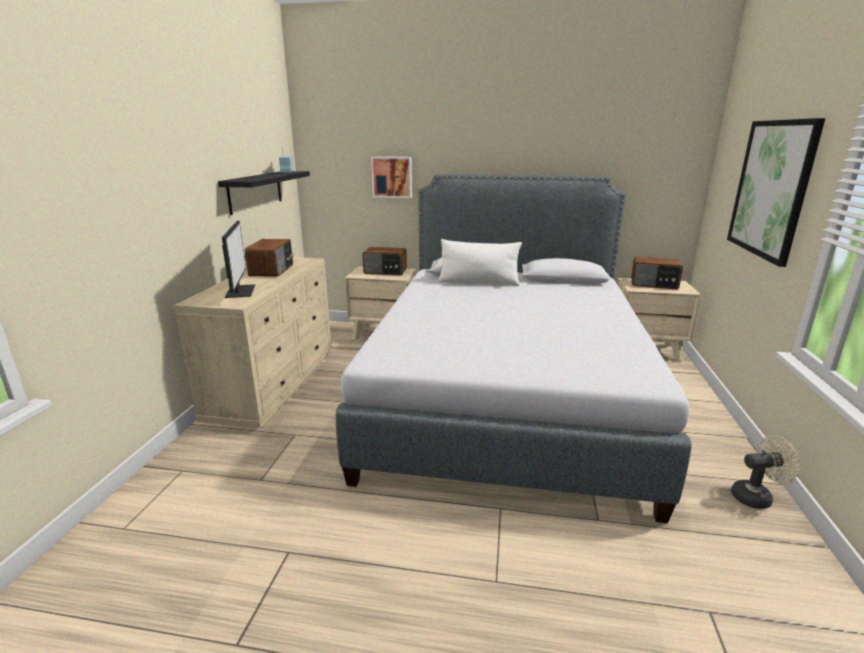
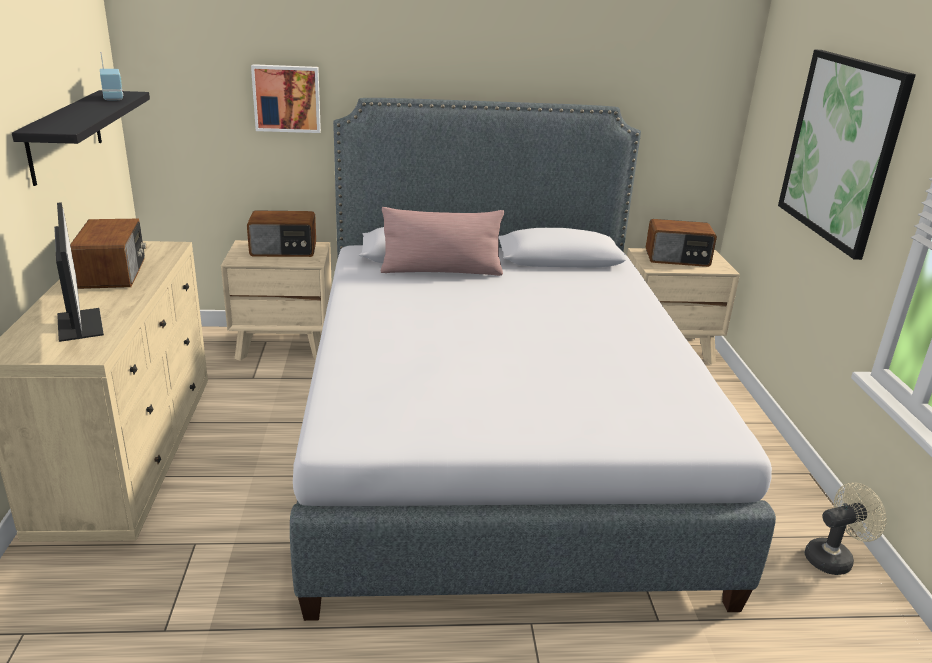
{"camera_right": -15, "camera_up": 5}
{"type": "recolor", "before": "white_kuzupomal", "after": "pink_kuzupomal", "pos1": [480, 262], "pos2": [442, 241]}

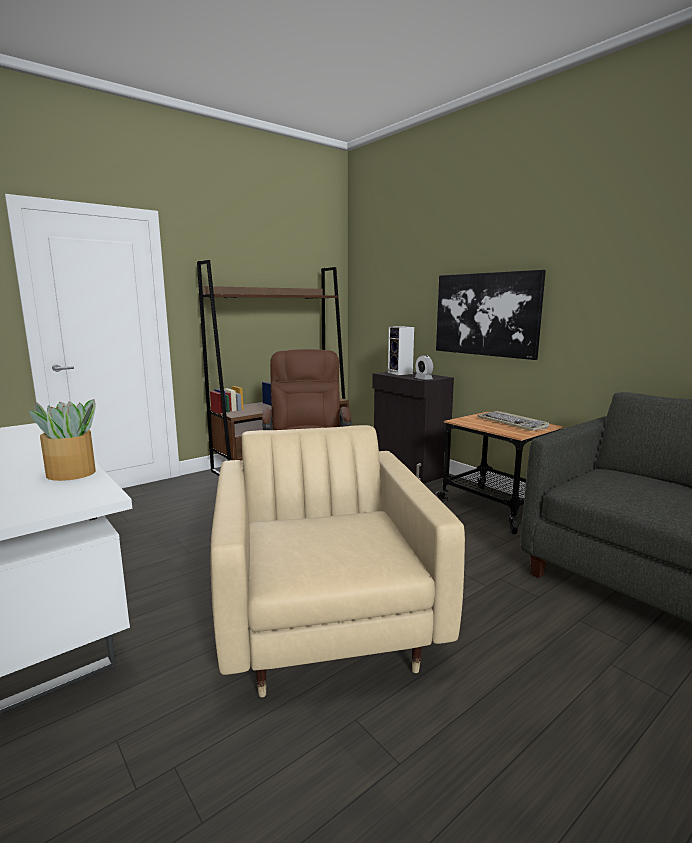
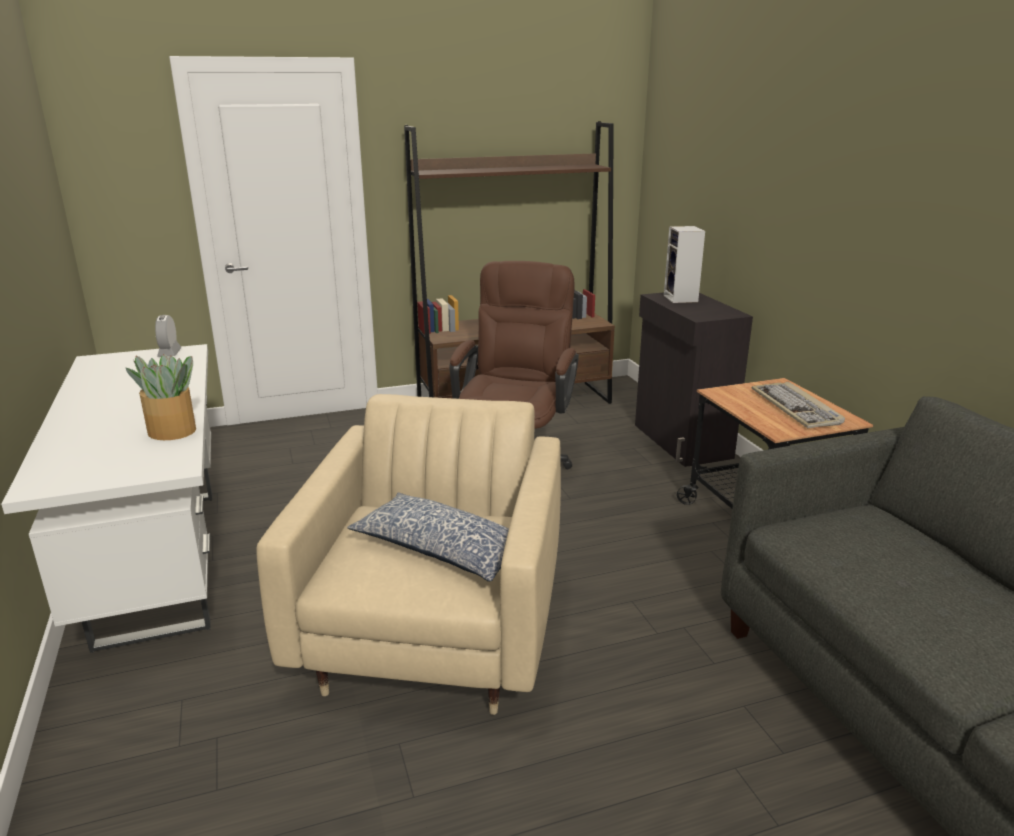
{"camera_right": 20, "camera_up": 10}
{"type": "delete", "before": "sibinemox", "pos1": [491, 315]}
{"type": "move", "before": "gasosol", "pos1": [424, 367], "pos2": [168, 336]}
{"type": "insert", "after": "kuzupomal", "pos2": [428, 536]}

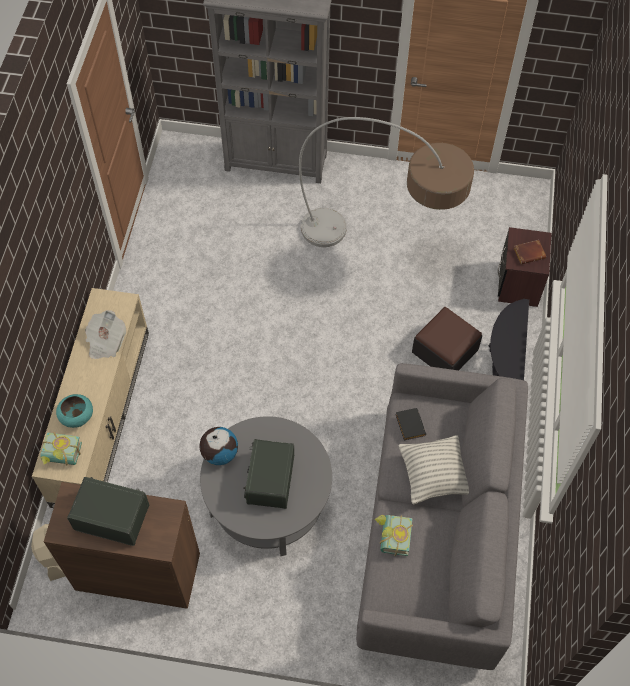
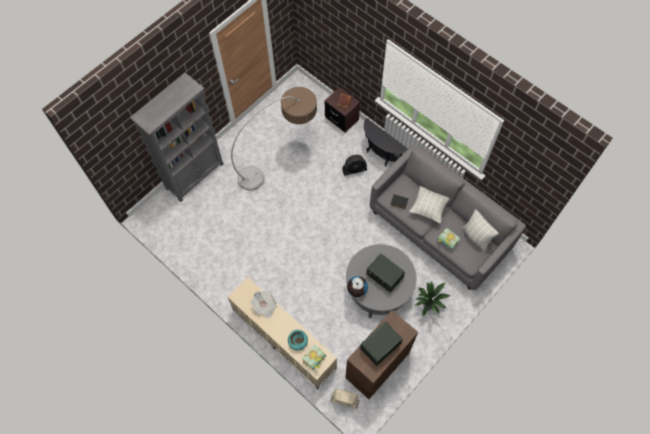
{"camera_right": -55, "camera_up": 5}
{"type": "replace", "before": "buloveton", "after": "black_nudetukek", "pos1": [447, 338], "pos2": [354, 165]}
{"type": "insert", "after": "kuzupomal", "pos2": [480, 230]}
{"type": "insert", "after": "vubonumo", "pos2": [433, 299]}

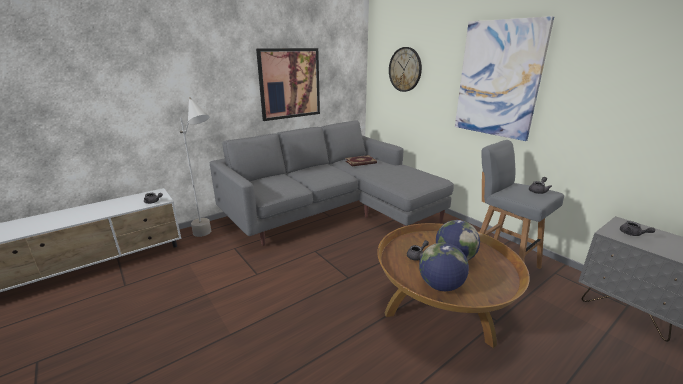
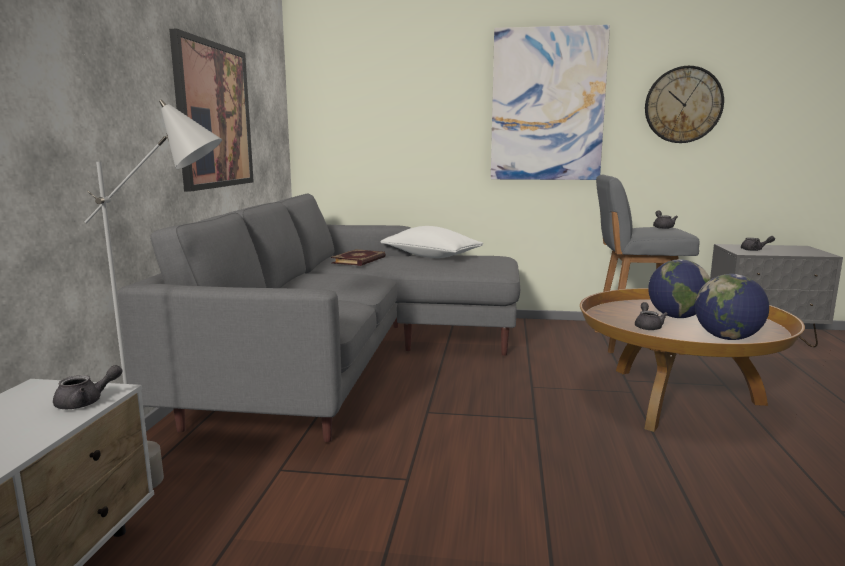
{"camera_right": -45, "camera_up": -10}
{"type": "move", "before": "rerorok", "pos1": [405, 69], "pos2": [684, 104]}
{"type": "insert", "after": "white_kuzupomal", "pos2": [431, 242]}

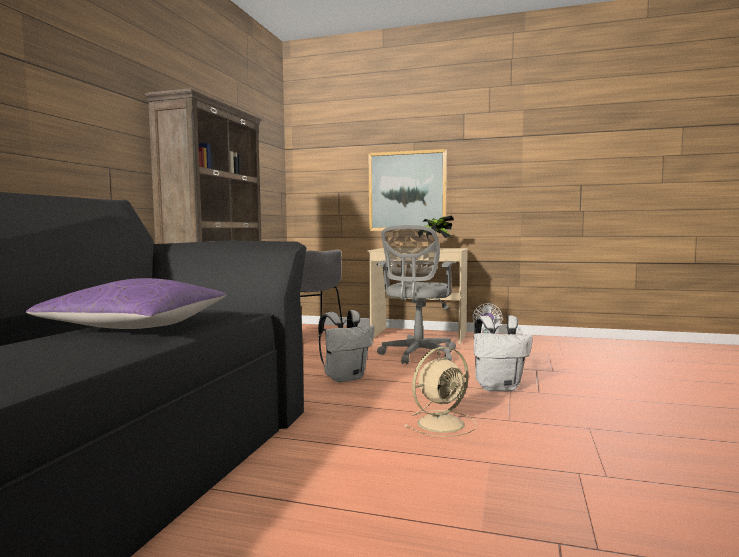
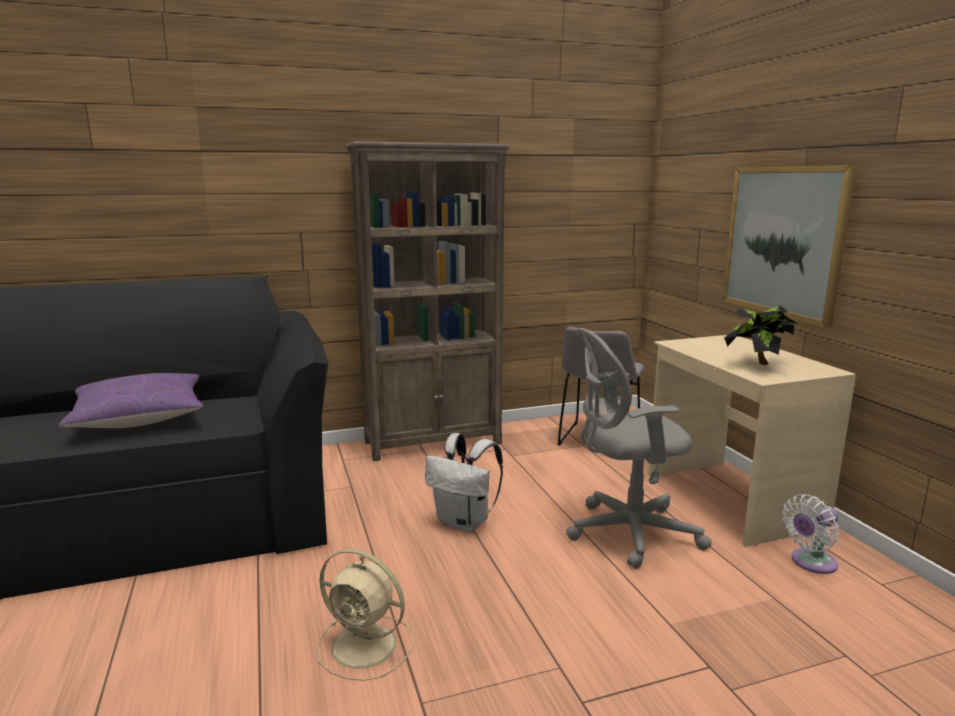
{"camera_right": 55, "camera_up": 10}
{"type": "delete", "before": "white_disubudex", "pos1": [503, 353]}

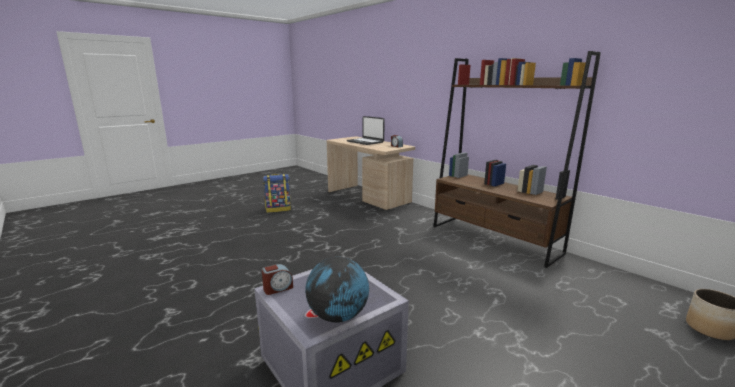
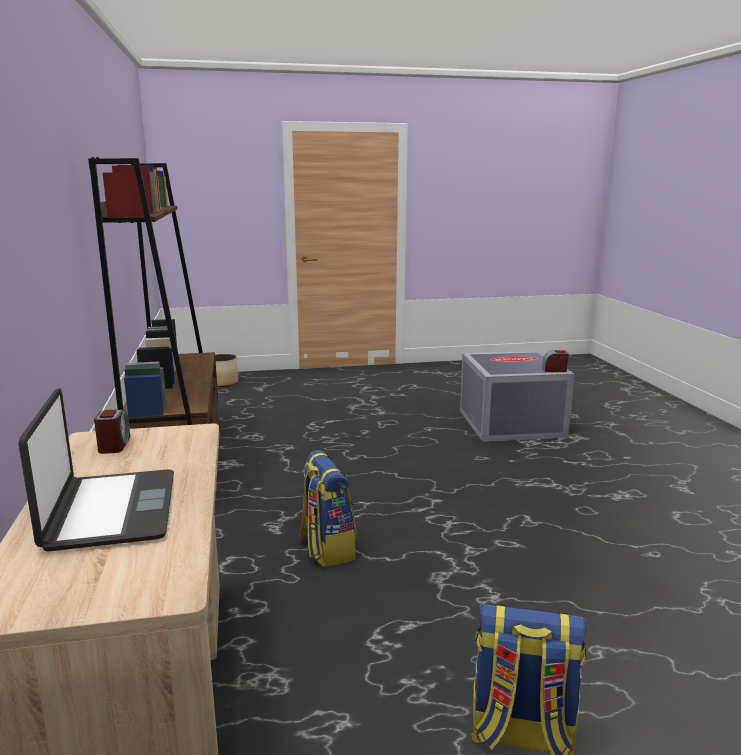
{"camera_right": -150, "camera_up": 0}
{"type": "delete", "before": "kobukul", "pos1": [337, 290]}
{"type": "insert", "after": "disubudex", "pos2": [328, 508]}

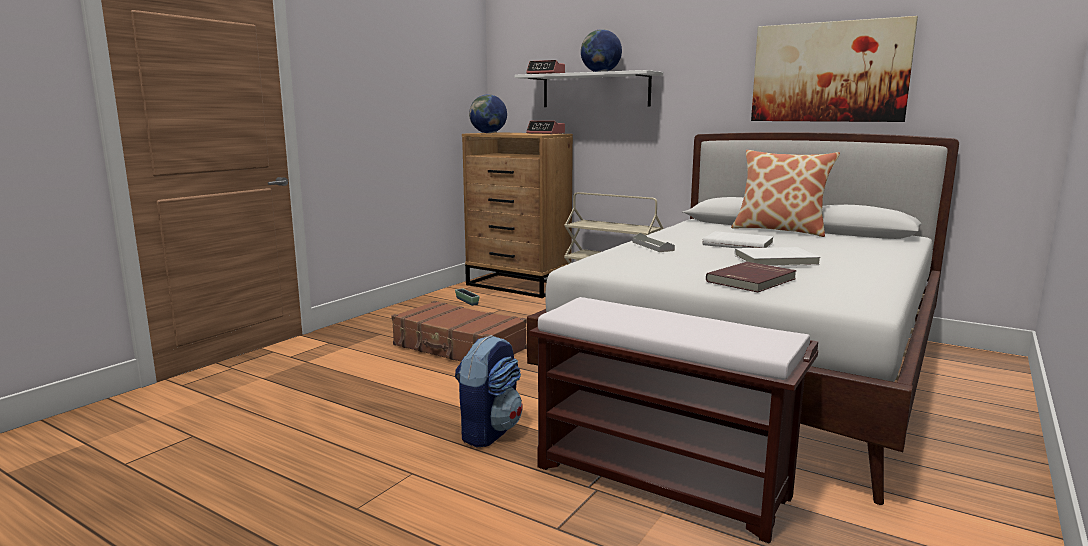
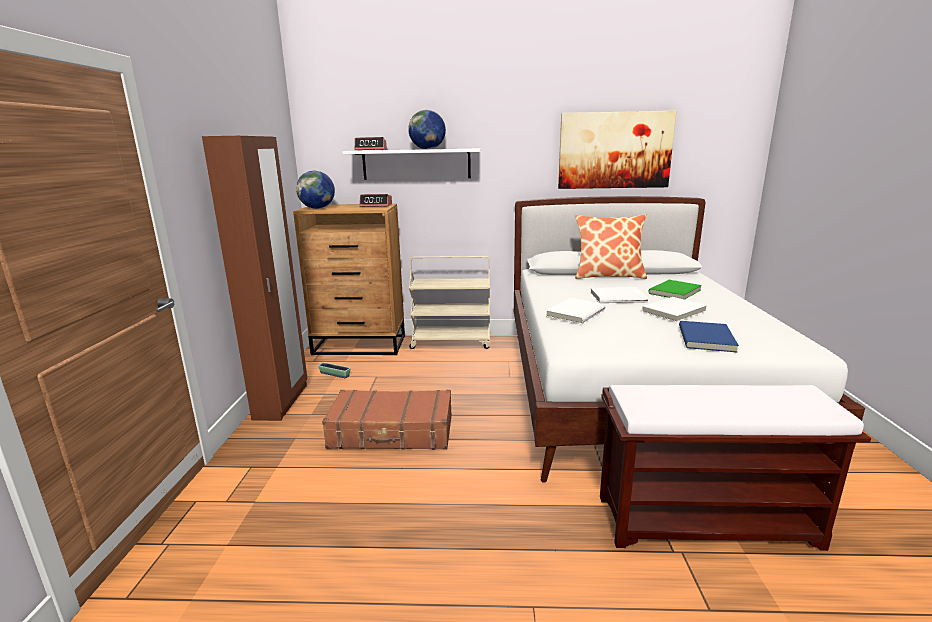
{"camera_right": -30, "camera_up": 5}
{"type": "replace", "before": "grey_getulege", "after": "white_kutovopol", "pos1": [654, 242], "pos2": [575, 311]}
{"type": "recolor", "before": "red_kutovopol", "after": "blue_kutovopol", "pos1": [751, 277], "pos2": [709, 336]}
{"type": "delete", "before": "disubudex", "pos1": [488, 391]}
{"type": "insert", "after": "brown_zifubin", "pos2": [255, 278]}
{"type": "insert", "after": "green_kutovopol", "pos2": [675, 290]}

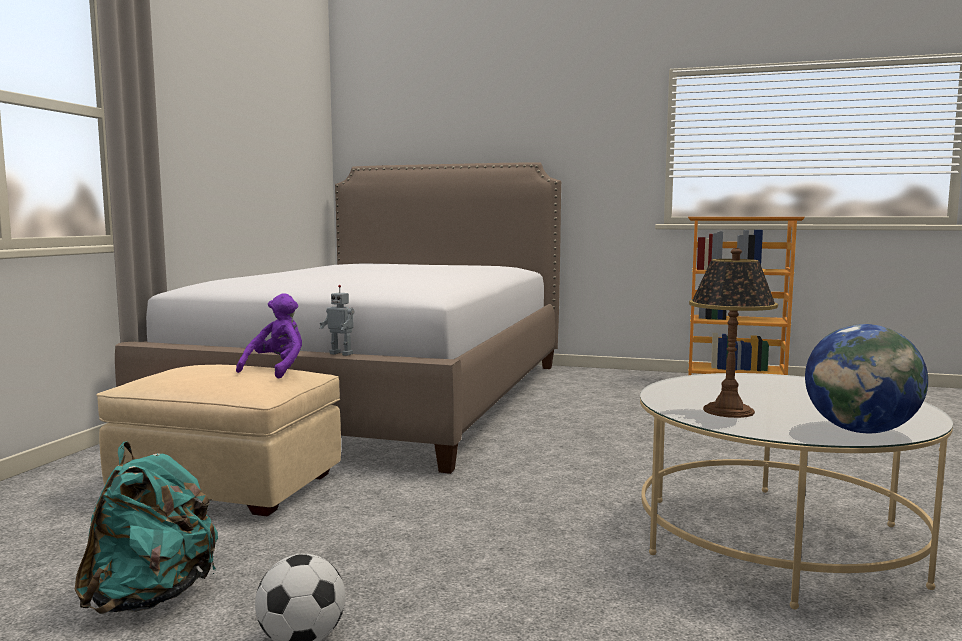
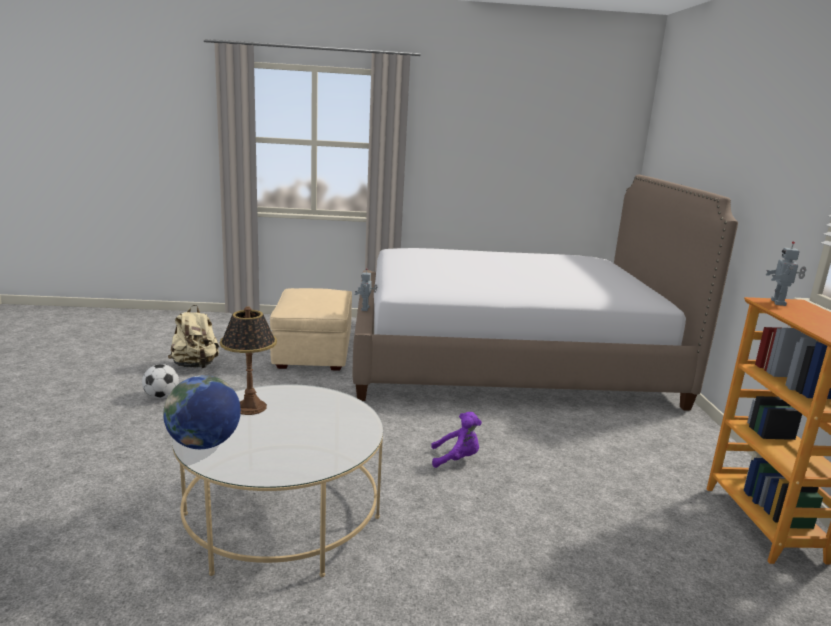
{"camera_right": 70, "camera_up": 10}
{"type": "move", "before": "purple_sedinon", "pos1": [269, 336], "pos2": [456, 440]}
{"type": "recolor", "before": "turquoise_disubudex", "after": "beige_disubudex", "pos1": [146, 527], "pos2": [193, 337]}
{"type": "insert", "after": "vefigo", "pos2": [785, 273]}

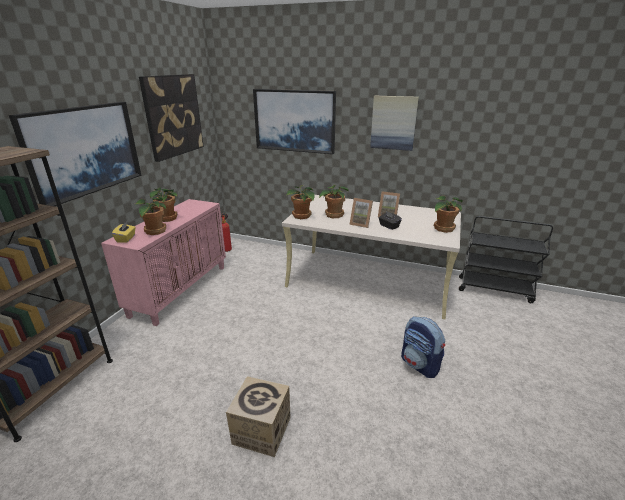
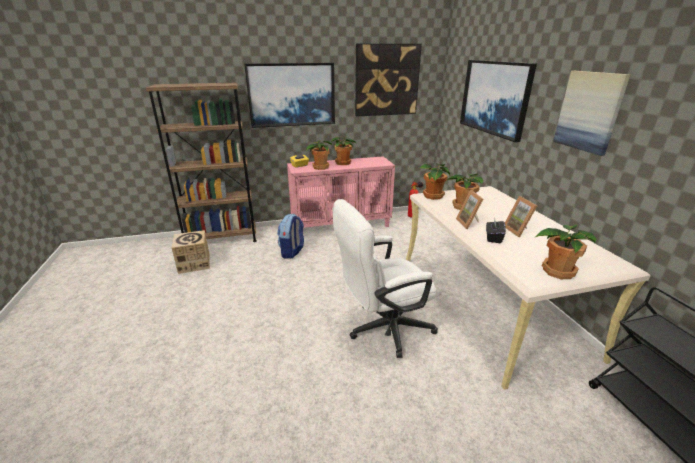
{"camera_right": 55, "camera_up": 0}
{"type": "move", "before": "disubudex", "pos1": [423, 347], "pos2": [290, 236]}
{"type": "move", "before": "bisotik", "pos1": [258, 416], "pos2": [191, 252]}
{"type": "insert", "after": "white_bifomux", "pos2": [385, 278]}

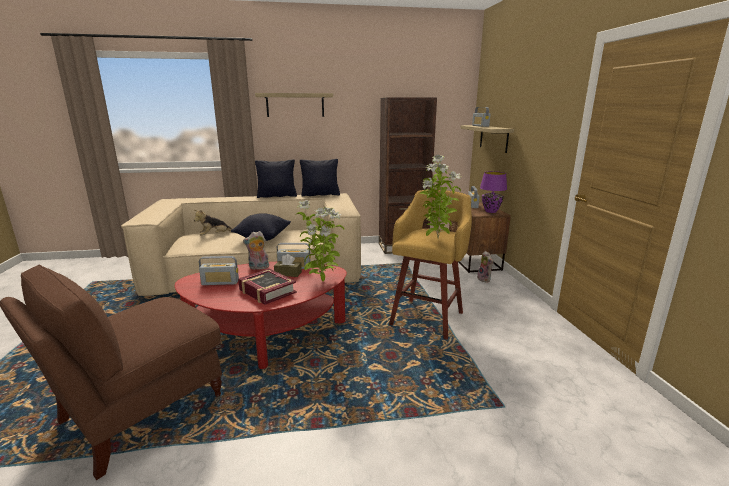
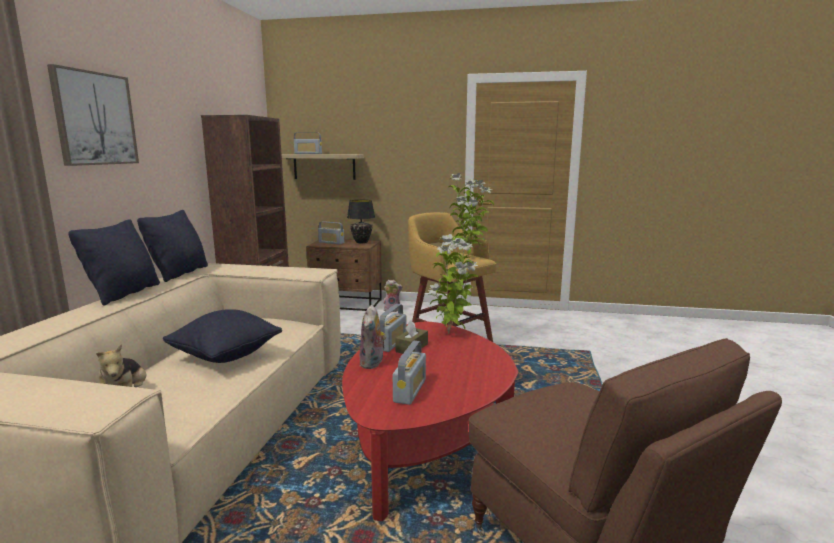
{"camera_right": -70, "camera_up": -5}
{"type": "replace", "before": "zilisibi", "after": "sibinemox", "pos1": [294, 105], "pos2": [93, 115]}
{"type": "recolor", "before": "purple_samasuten", "after": "black_samasuten", "pos1": [493, 192], "pos2": [361, 221]}
{"type": "delete", "before": "kutovopol", "pos1": [267, 286]}

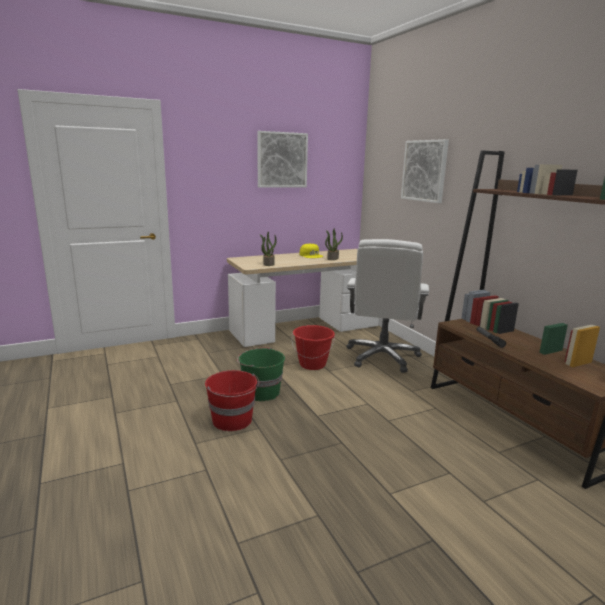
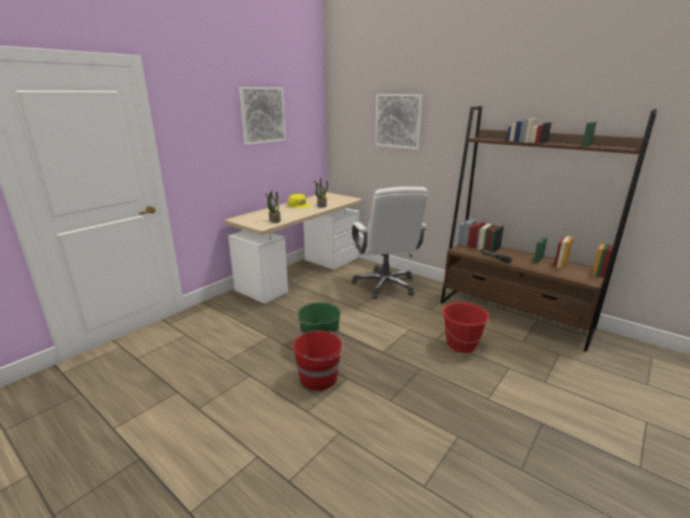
{"camera_right": -25, "camera_up": 5}
{"type": "move", "before": "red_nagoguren", "pos1": [313, 347], "pos2": [465, 327]}

